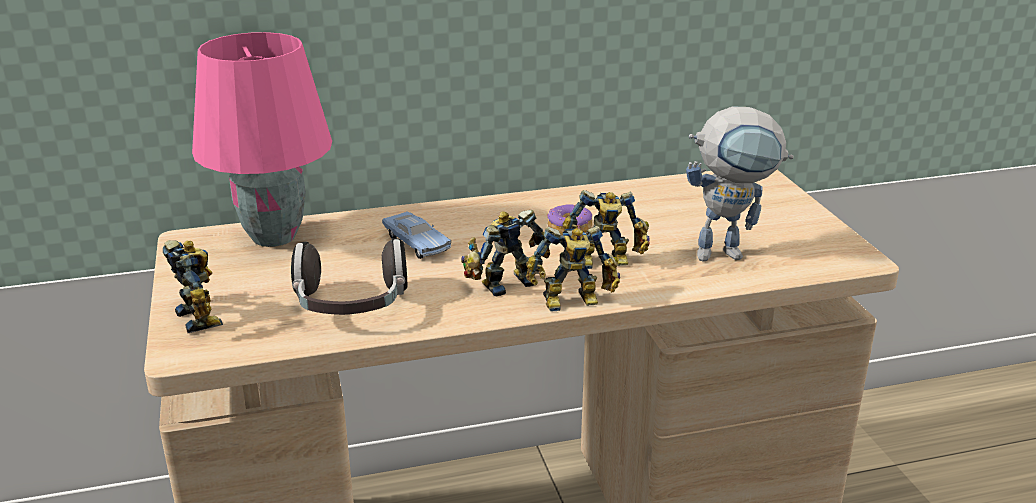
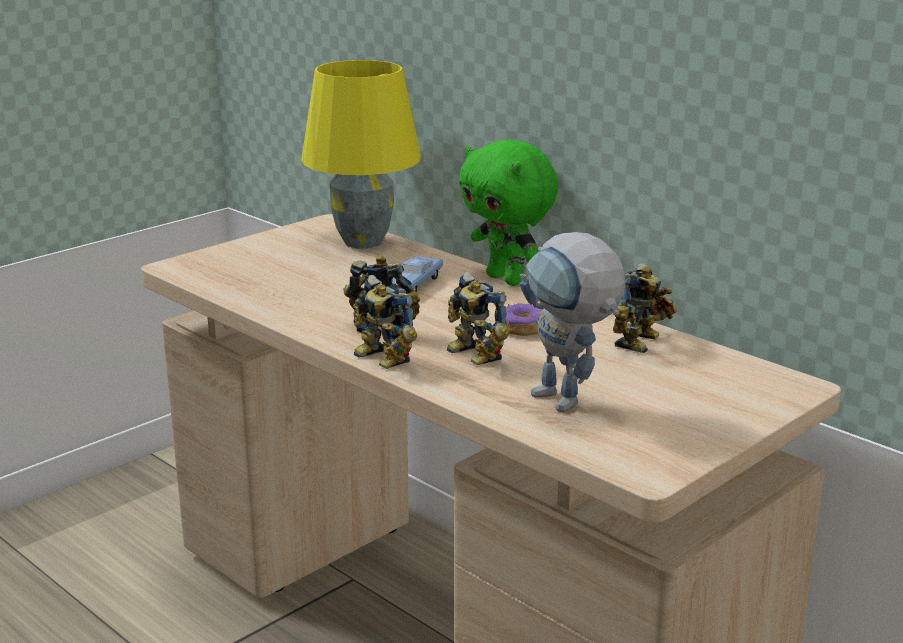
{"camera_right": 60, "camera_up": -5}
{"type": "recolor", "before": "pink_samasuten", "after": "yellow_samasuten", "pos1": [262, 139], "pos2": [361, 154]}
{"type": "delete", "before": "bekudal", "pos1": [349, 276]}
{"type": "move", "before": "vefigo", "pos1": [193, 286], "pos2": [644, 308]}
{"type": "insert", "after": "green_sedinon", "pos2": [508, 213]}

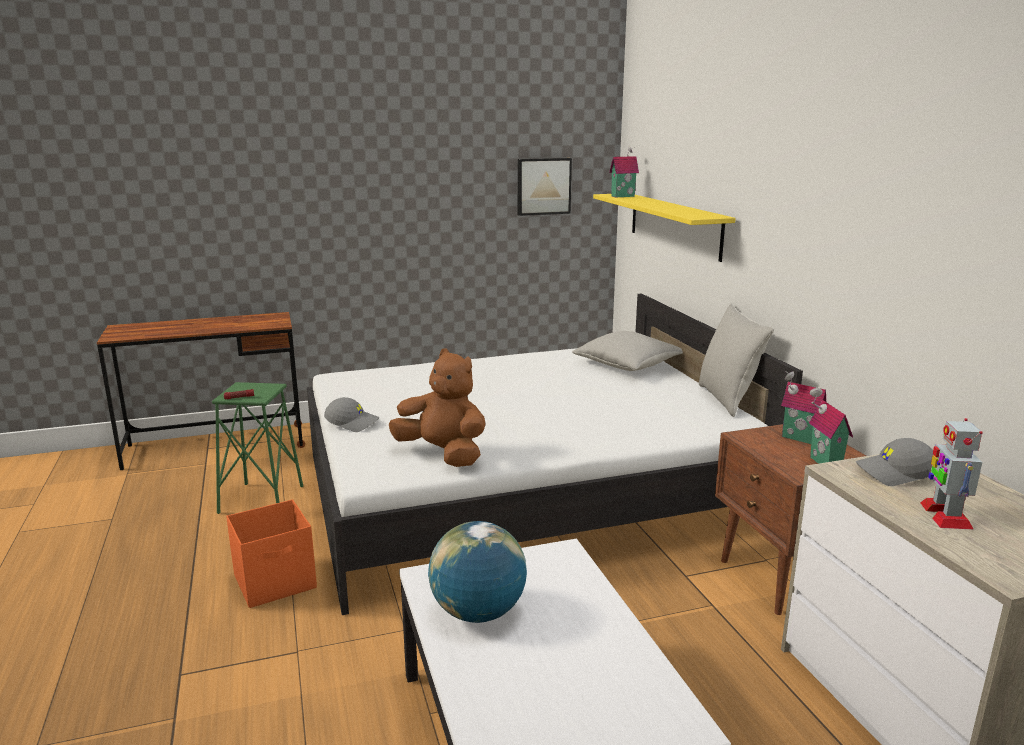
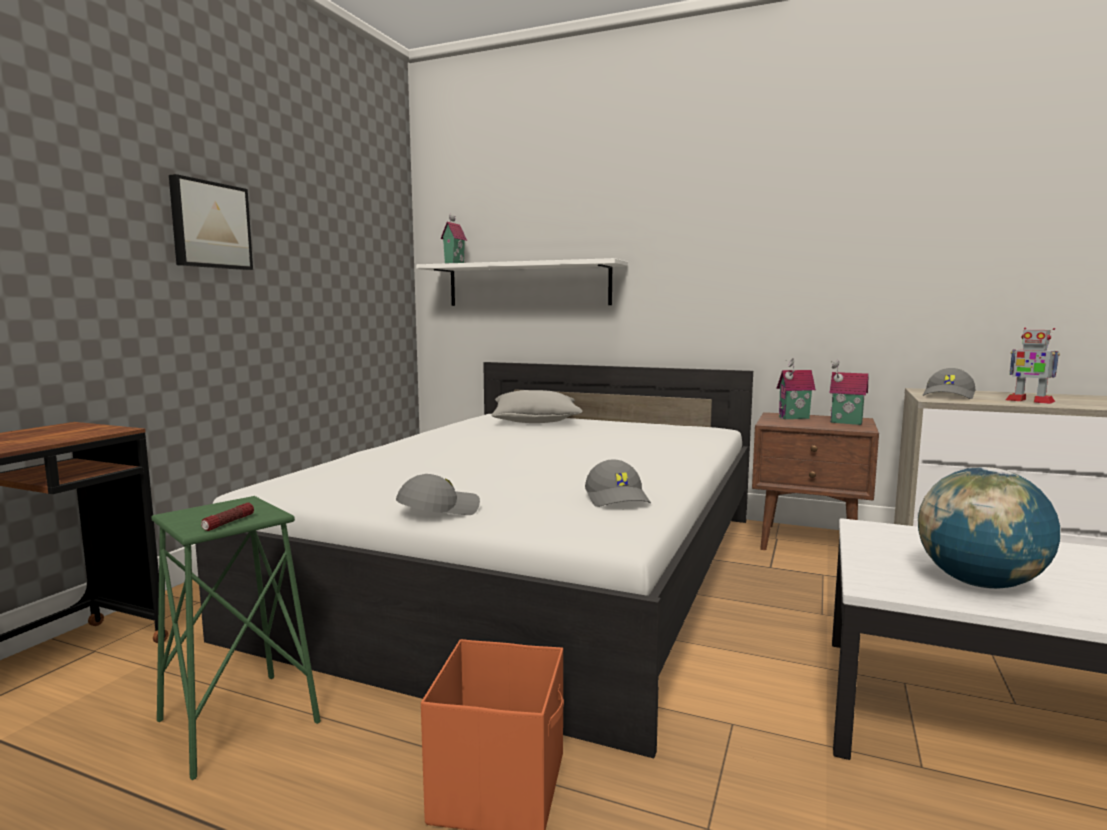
{"camera_right": -50, "camera_up": -10}
{"type": "move", "before": "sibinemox", "pos1": [545, 187], "pos2": [211, 222]}
{"type": "recolor", "before": "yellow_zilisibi", "after": "white_zilisibi", "pos1": [664, 228], "pos2": [522, 282]}
{"type": "delete", "before": "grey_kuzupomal", "pos1": [736, 360]}
{"type": "replace", "before": "brown_sedinon", "after": "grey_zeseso", "pos1": [437, 407], "pos2": [618, 483]}

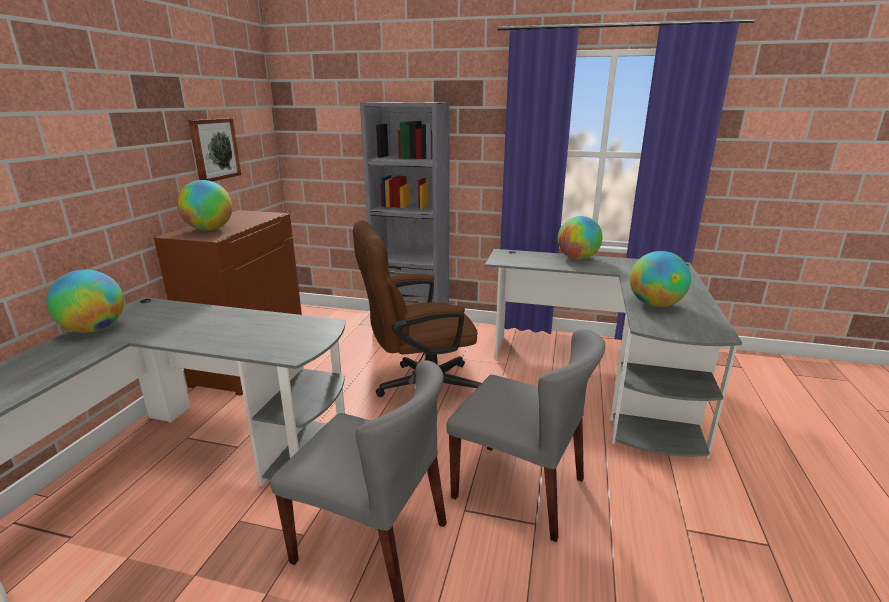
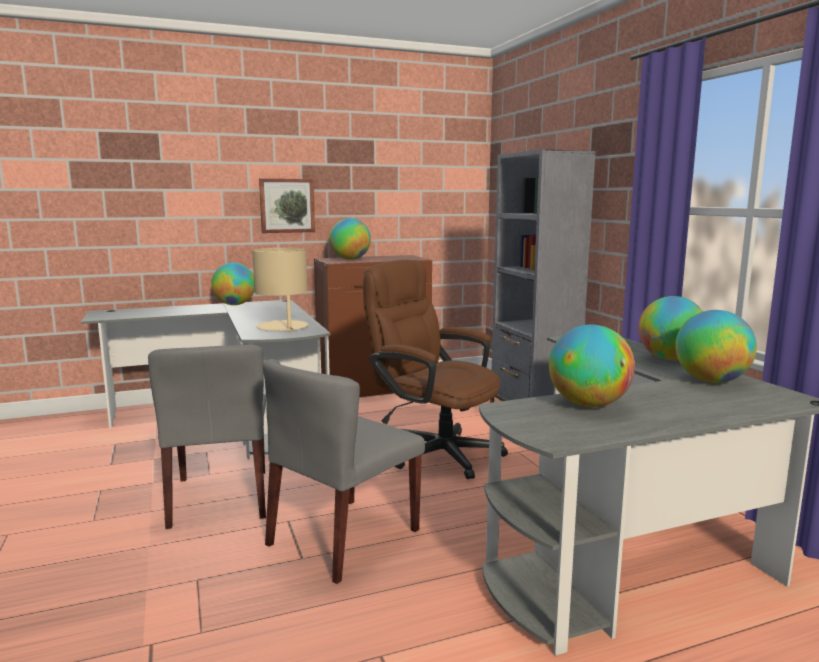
{"camera_right": 55, "camera_up": -10}
{"type": "move", "before": "sibinemox", "pos1": [214, 149], "pos2": [287, 205]}
{"type": "rotate", "before": "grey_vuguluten", "pos1": [525, 435], "pos2": [344, 471], "turn": 45}
{"type": "insert", "after": "beige_samasuten", "pos2": [280, 290]}
{"type": "insert", "after": "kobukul", "pos2": [716, 346]}

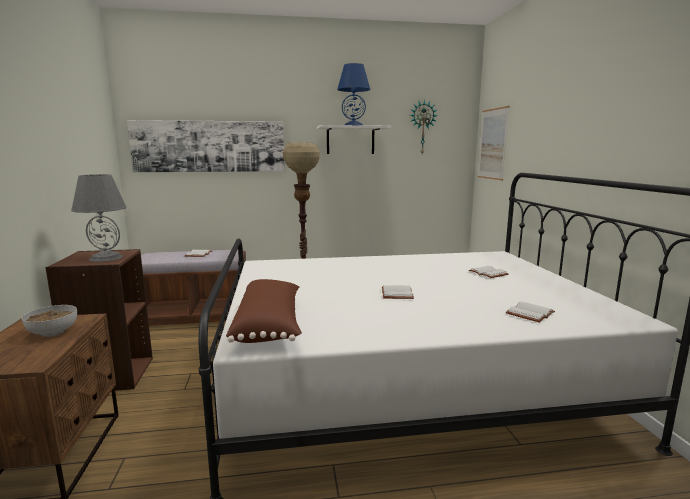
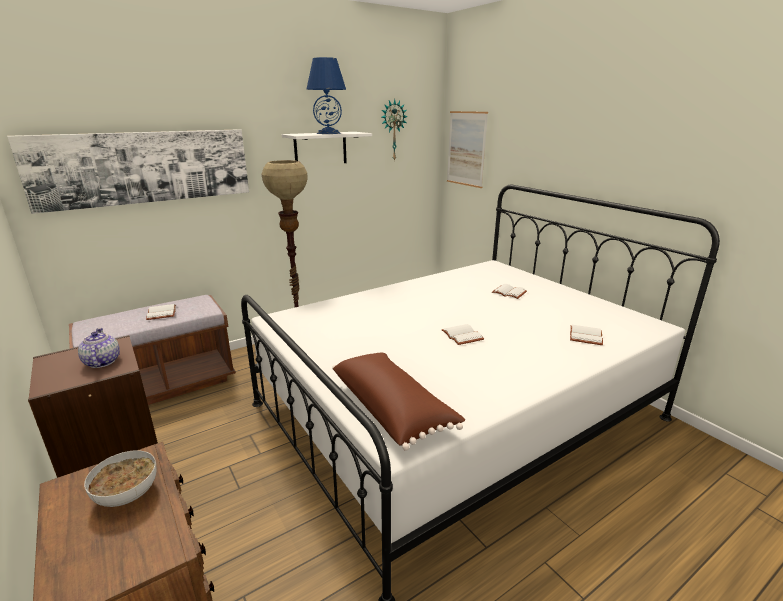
{"camera_right": -25, "camera_up": 10}
{"type": "replace", "before": "grey_samasuten", "after": "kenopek", "pos1": [99, 218], "pos2": [99, 348]}

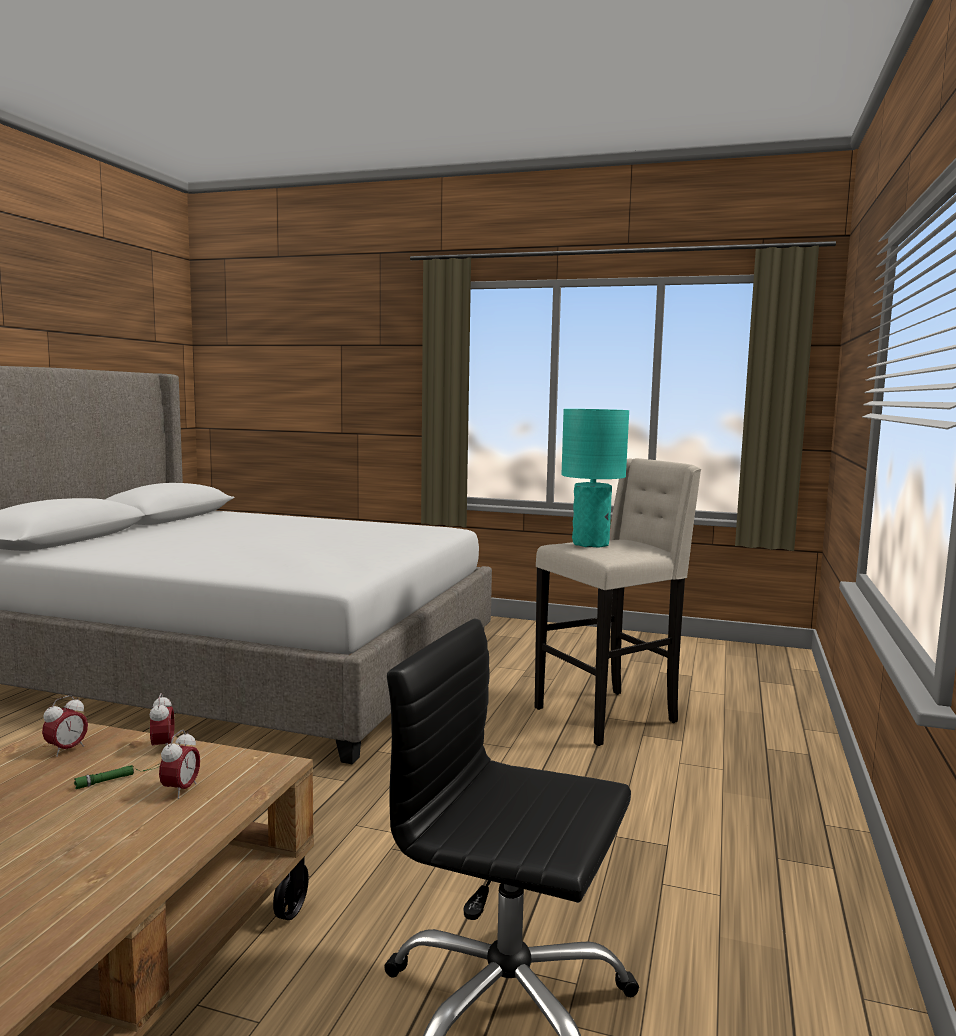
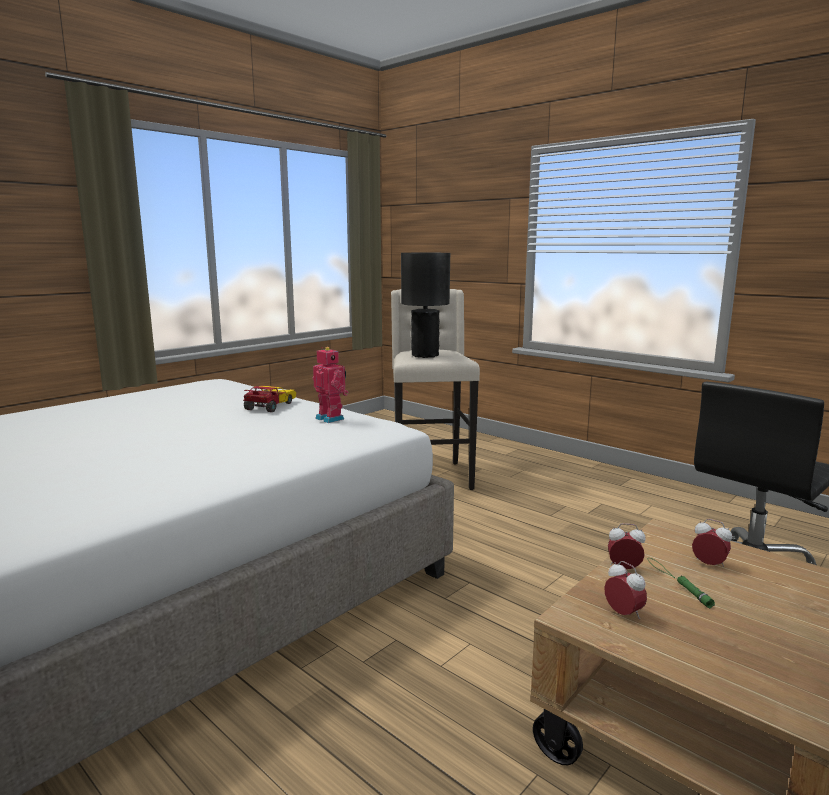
{"camera_right": -65, "camera_up": 5}
{"type": "recolor", "before": "turquoise_samasuten", "after": "black_samasuten", "pos1": [595, 478], "pos2": [425, 305]}
{"type": "insert", "after": "vefigo", "pos2": [330, 385]}
{"type": "insert", "after": "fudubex", "pos2": [269, 399]}

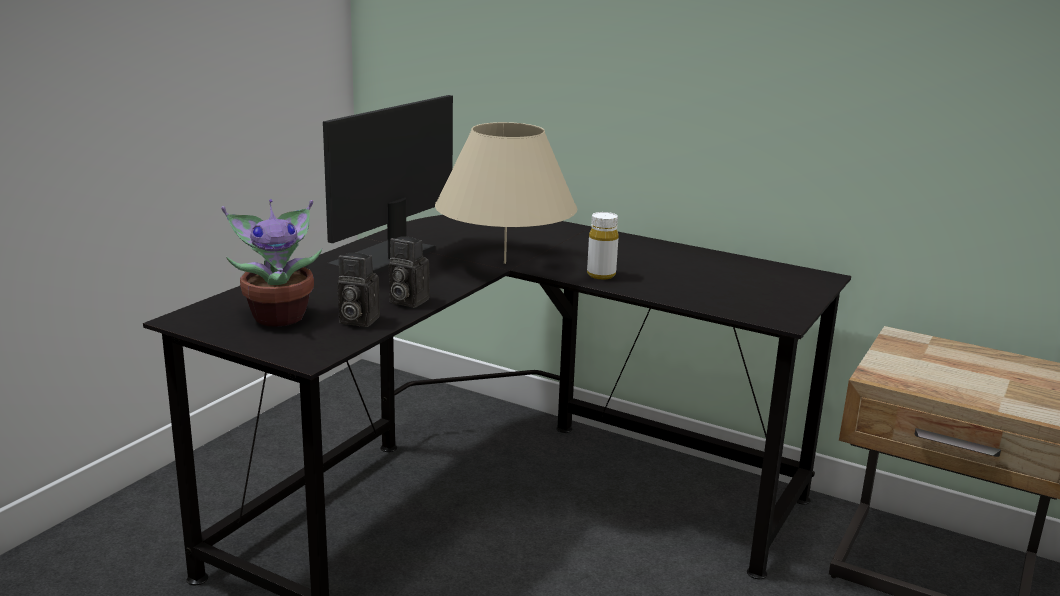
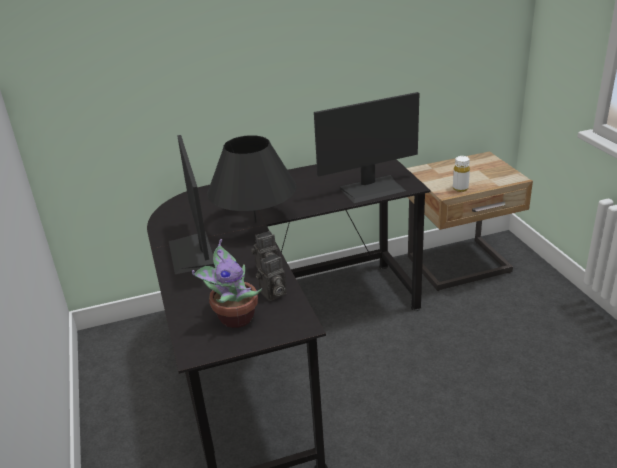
{"camera_right": -45, "camera_up": 10}
{"type": "recolor", "before": "beige_samasuten", "after": "black_samasuten", "pos1": [506, 193], "pos2": [251, 178]}
{"type": "move", "before": "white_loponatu", "pos1": [603, 245], "pos2": [461, 174]}
{"type": "insert", "after": "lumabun", "pos2": [366, 147]}

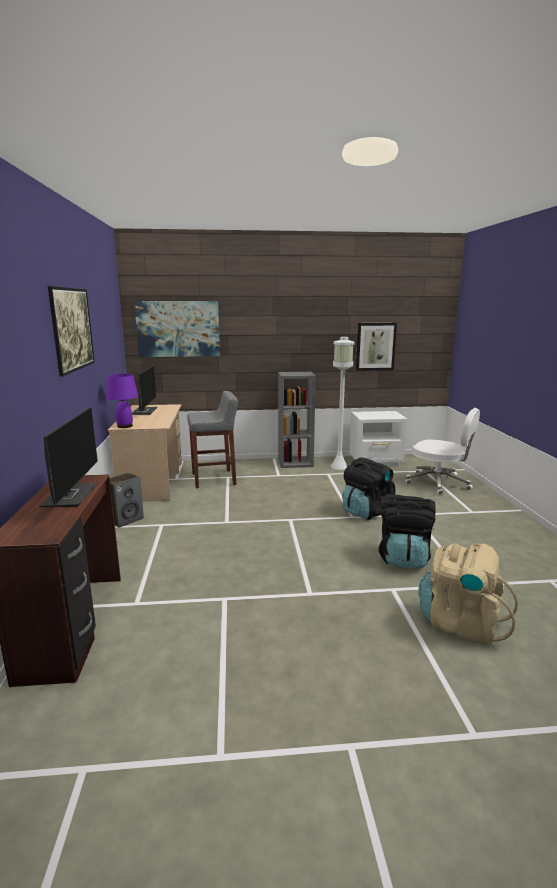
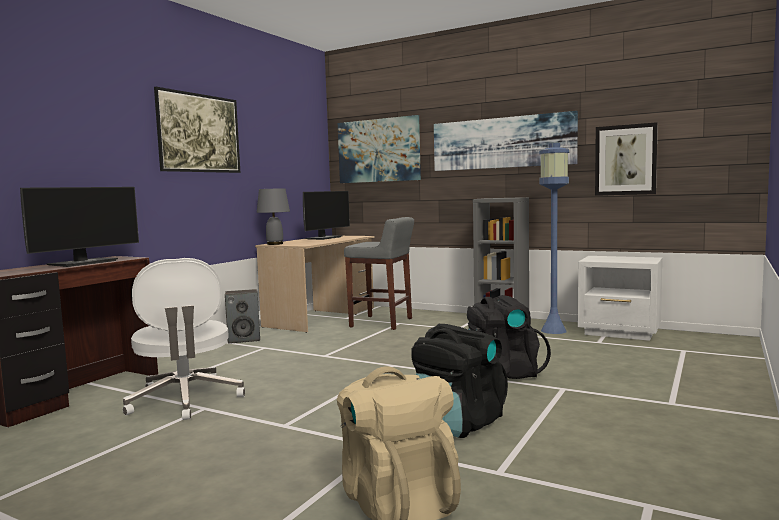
{"camera_right": 35, "camera_up": -10}
{"type": "recolor", "before": "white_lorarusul", "after": "blue_lorarusul", "pos1": [342, 403], "pos2": [554, 238]}
{"type": "recolor", "before": "purple_samasuten", "after": "grey_samasuten", "pos1": [122, 401], "pos2": [273, 216]}
{"type": "move", "before": "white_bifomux", "pos1": [443, 451], "pos2": [184, 339]}
{"type": "insert", "after": "sibinemox", "pos2": [506, 141]}

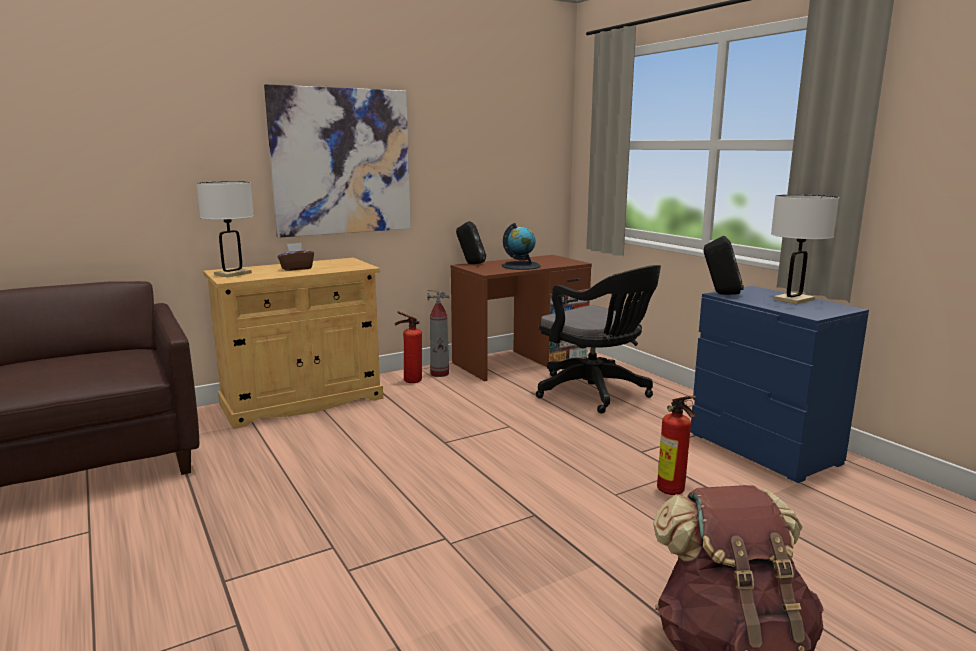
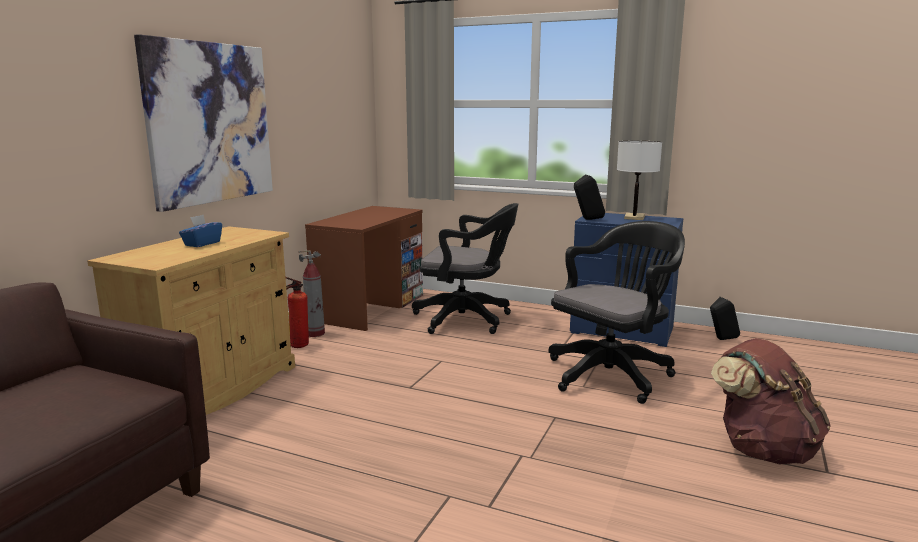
{"camera_right": -35, "camera_up": 0}
{"type": "delete", "before": "white_samasuten", "pos1": [225, 229]}
{"type": "move", "before": "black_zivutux", "pos1": [471, 242], "pos2": [725, 318]}
{"type": "delete", "before": "kobukul", "pos1": [521, 246]}
{"type": "recolor", "before": "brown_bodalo", "after": "blue_bodalo", "pos1": [296, 257], "pos2": [200, 231]}
{"type": "replace", "before": "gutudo", "after": "black_bifomux", "pos1": [676, 445], "pos2": [616, 312]}

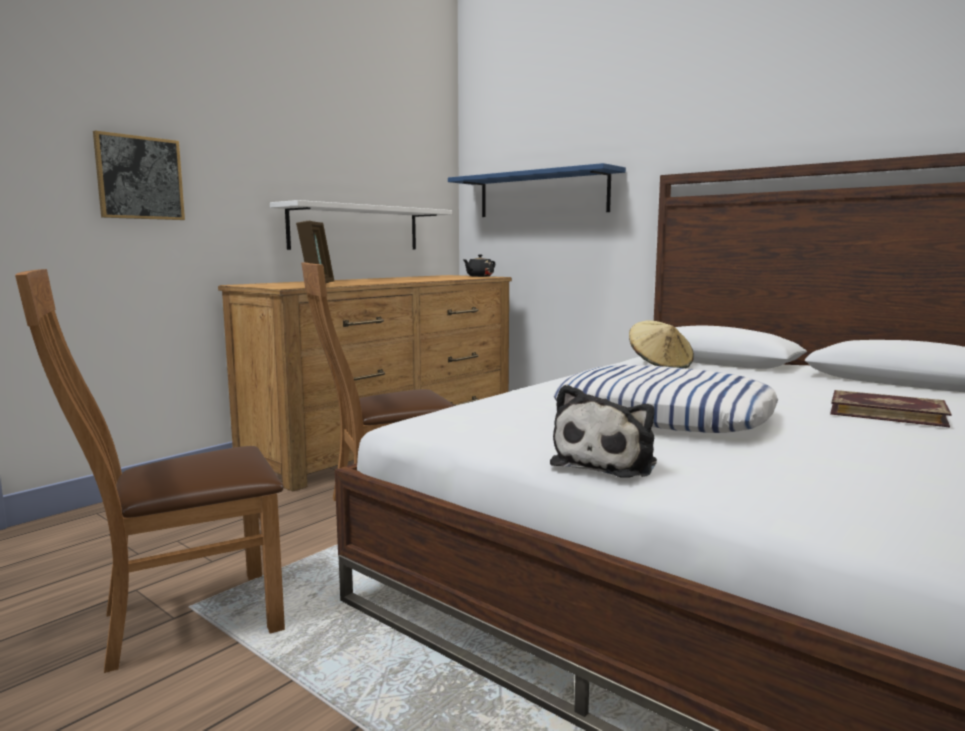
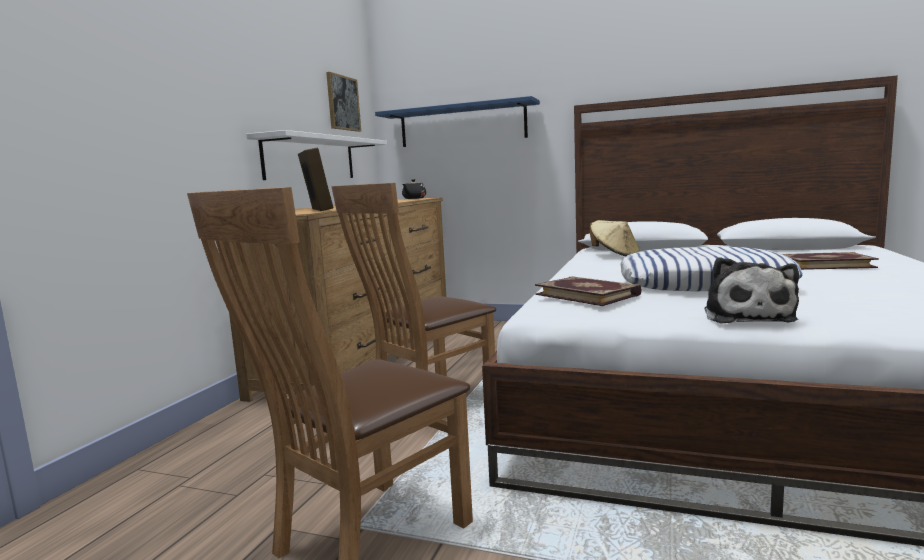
{"camera_right": -20, "camera_up": 0}
{"type": "move", "before": "sibinemox", "pos1": [139, 175], "pos2": [343, 102]}
{"type": "insert", "after": "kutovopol", "pos2": [588, 291]}

